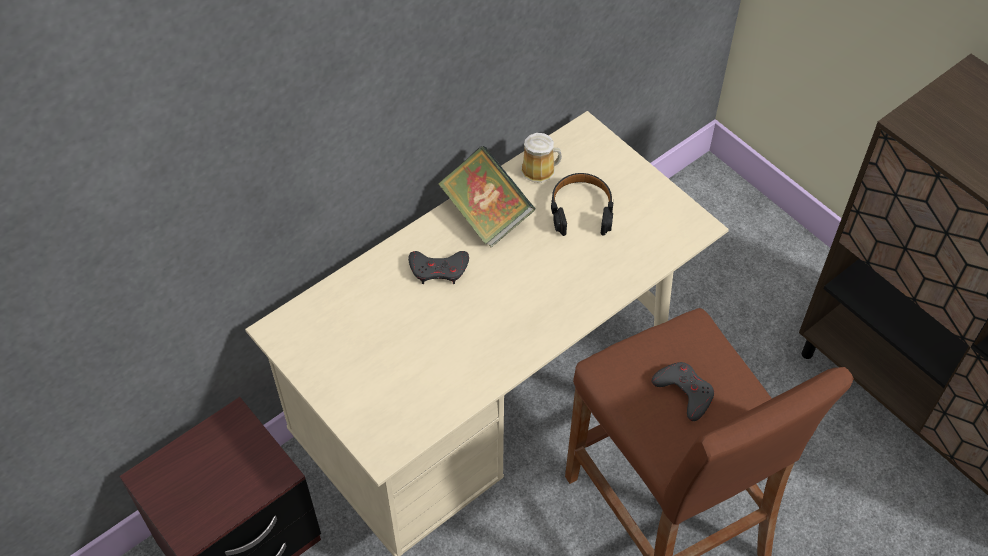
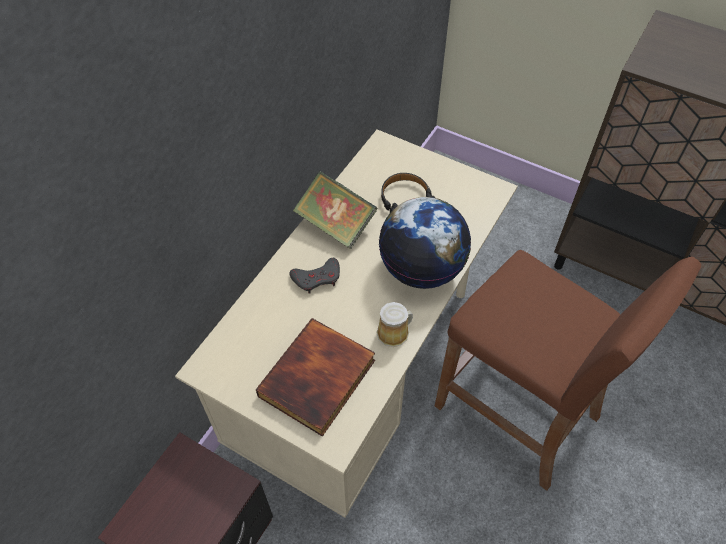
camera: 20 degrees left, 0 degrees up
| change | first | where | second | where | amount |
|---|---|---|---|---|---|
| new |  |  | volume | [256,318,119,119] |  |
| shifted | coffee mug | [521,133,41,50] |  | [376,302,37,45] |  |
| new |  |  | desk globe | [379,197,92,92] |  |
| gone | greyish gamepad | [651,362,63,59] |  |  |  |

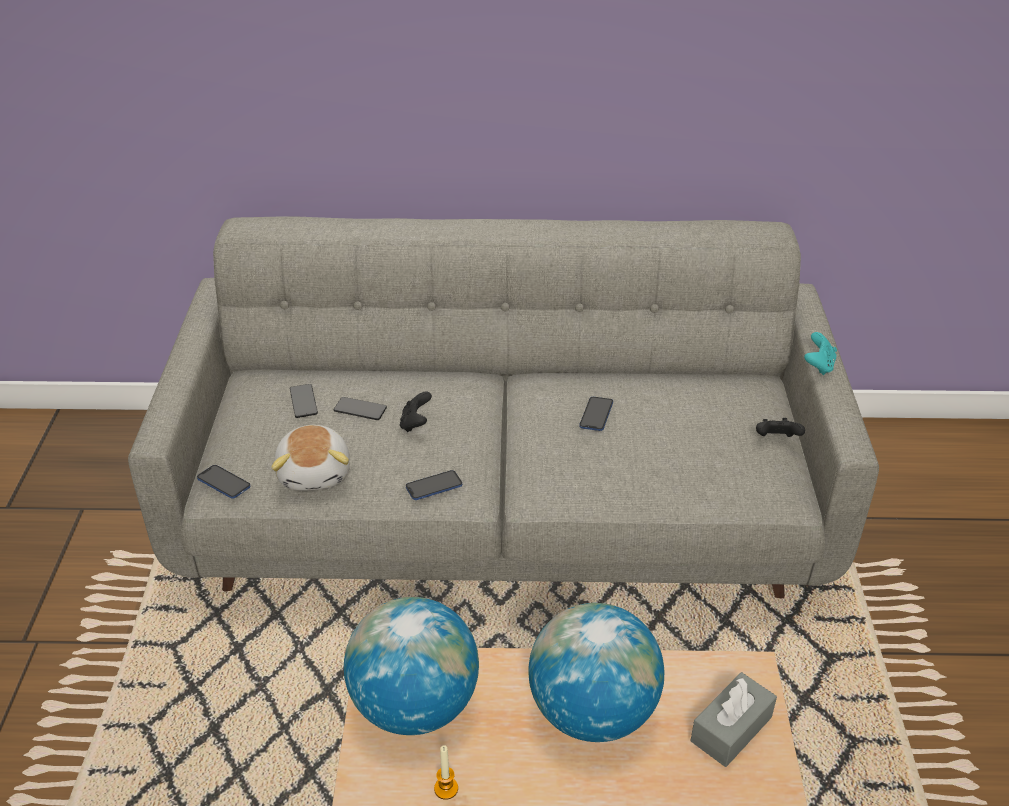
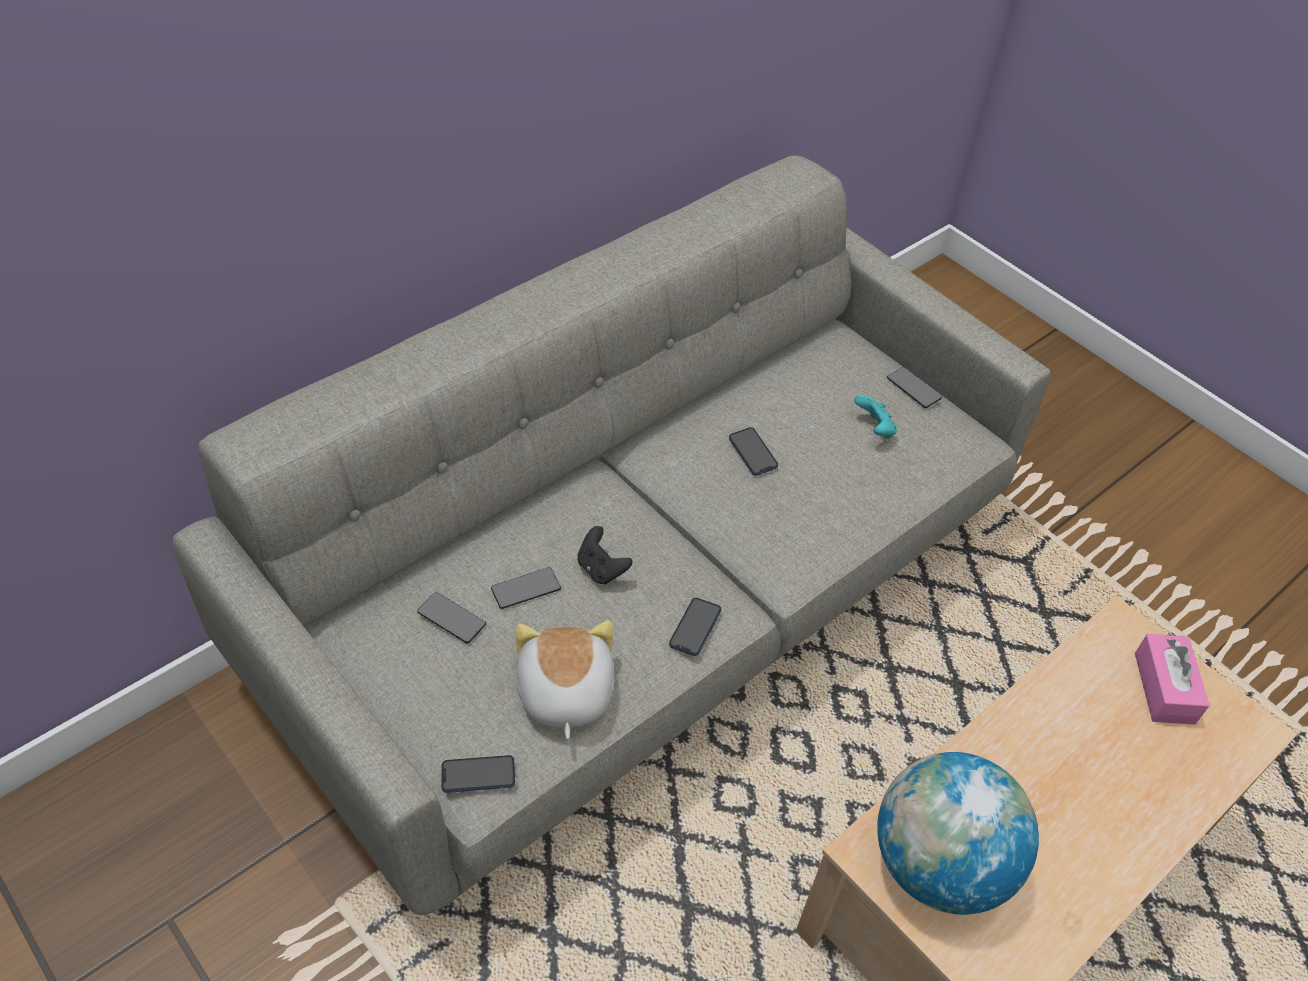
camera: 45 degrees left, 10 degrees up
| change | first | where | second | where | amount |
|---|---|---|---|---|---|
| rotated | cuddly toy | [271,425,79,66] |  | [516,621,99,118] | 135 degrees counterclockwise |
| shifted | turquoise gamepad | [804,332,33,43] |  | [854,395,43,43] |  |
| swapped | blackish gamepad | [756,418,49,19] | telephone | [887,367,55,41] |  |
| repainted | greyish tissue holder | [690,672,87,95] | pink tissue holder | [1135,634,75,91] |  |
| gone | wax candle | [434,745,24,55] |  |  |  |
| gone | desk globe | [528,603,136,139] |  |  |  |

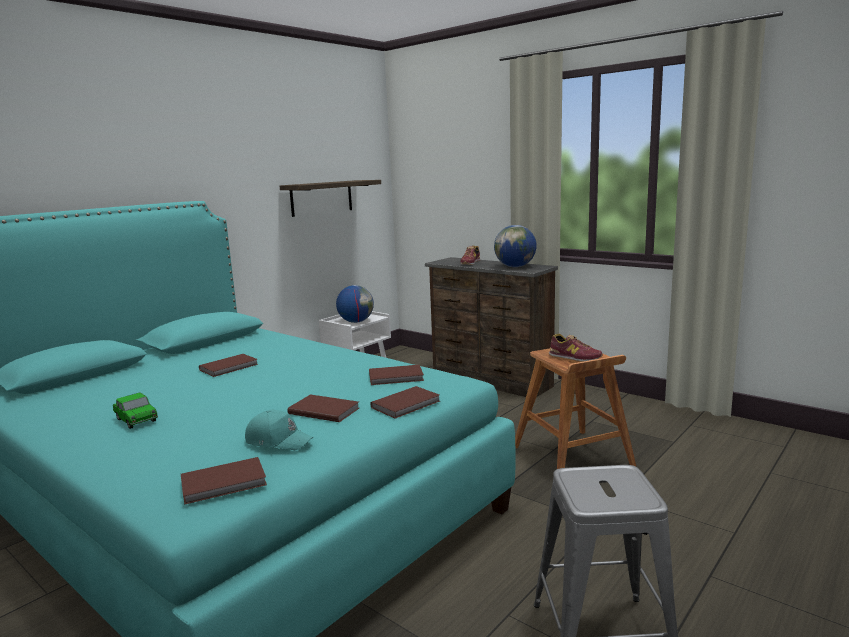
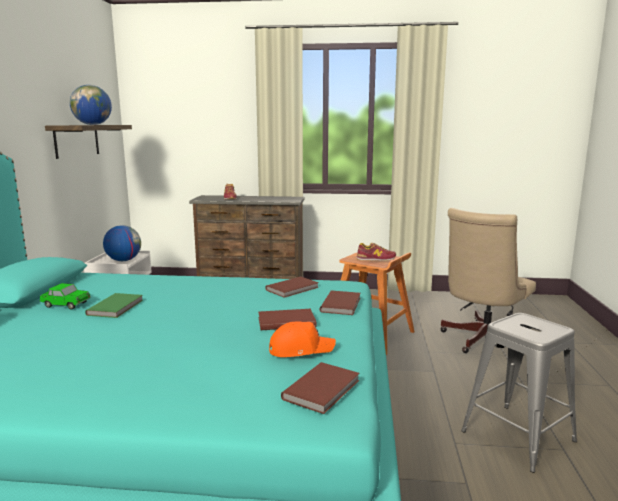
camera: 35 degrees left, 0 degrees up
| change | first | where | second | where | amount |
|---|---|---|---|---|---|
| shifted | miniature car | [113,392,45,37] |  | [40,283,51,27] |  |
| shifted | desk globe | [494,225,43,42] |  | [70,85,42,40] |  |
| repainted | brown-coloured volume | [199,354,59,23] | greenish volume | [85,293,58,25] |  |
| repainted | turquoise peaked cap | [245,410,68,40] | orange-coloured peaked cap | [269,321,67,36] |  |
| new |  |  | beige office chair | [440,208,96,145] |  |

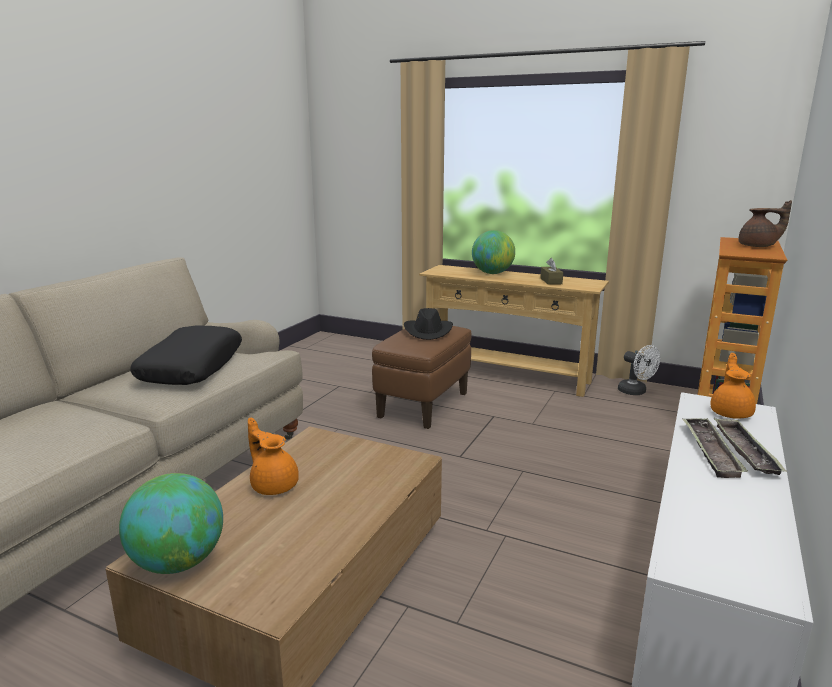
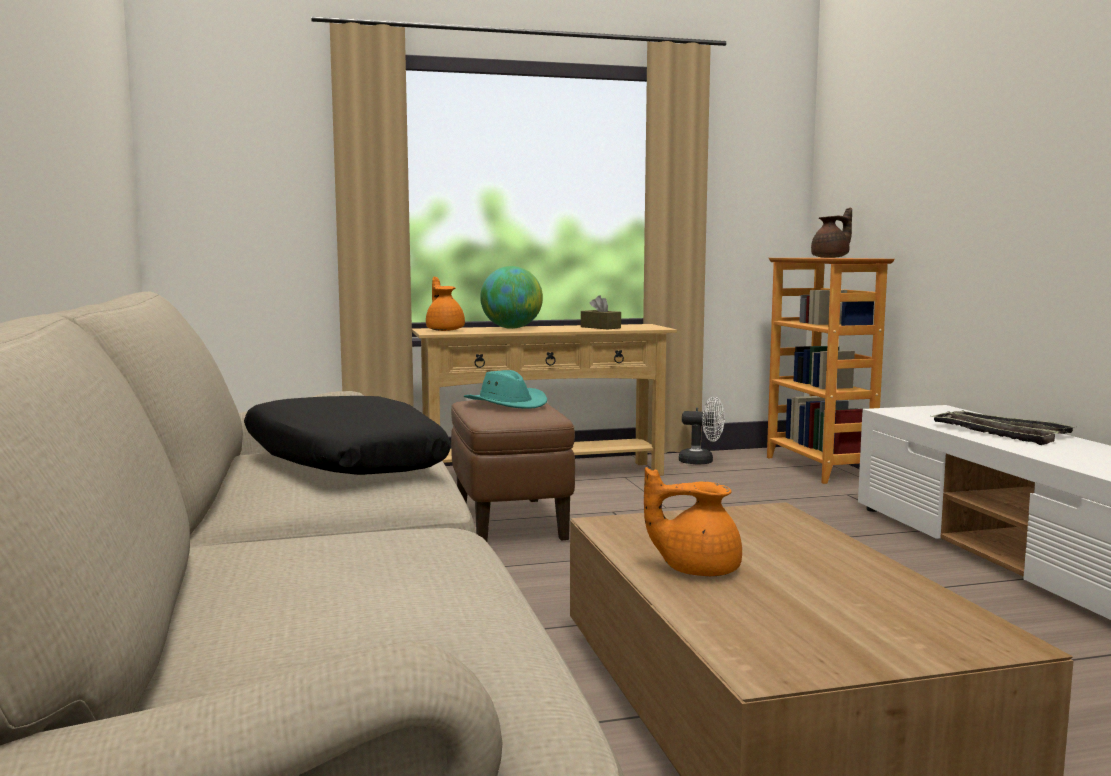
camera: 40 degrees left, 10 degrees down
| change | first | where | second | where | amount |
|---|---|---|---|---|---|
| shifted | orange-coloured pot for tea | [711,353,45,66] |  | [426,276,39,55] |  |
| repainted | blackish wearable hat | [404,308,49,32] | turquoise wearable hat | [464,370,83,39] |  |
| gone | desk globe | [119,473,104,101] |  |  |  |

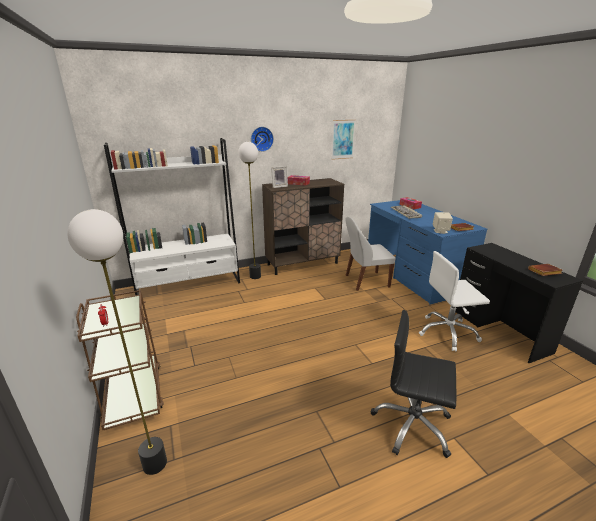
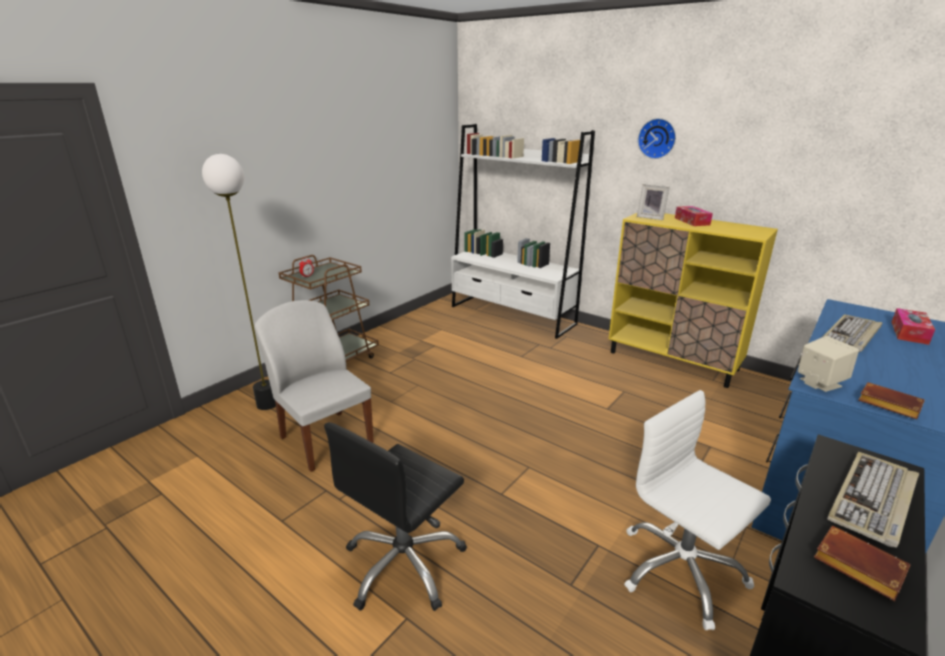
camera: 60 degrees right, 0 degrees up
| change | first | where | second | where | amount |
|---|---|---|---|---|---|
| shifted | white upright chair | [345,217,50,74] |  | [254,300,120,172] |  |
| rotated | blackish office chair | [370,310,86,148] |  | [324,422,143,189] | 135 degrees counterclockwise |
| repainted | brown-coloured storage cabinet | [262,178,82,97] | yellow storage cabinet | [609,213,169,175] |  |
| new |  |  | PC keyboard | [827,452,92,95] |  |
| gone | floor lamp | [238,142,23,137] |  |  |  |
| gone | wall picture | [332,120,23,40] |  |  |  |

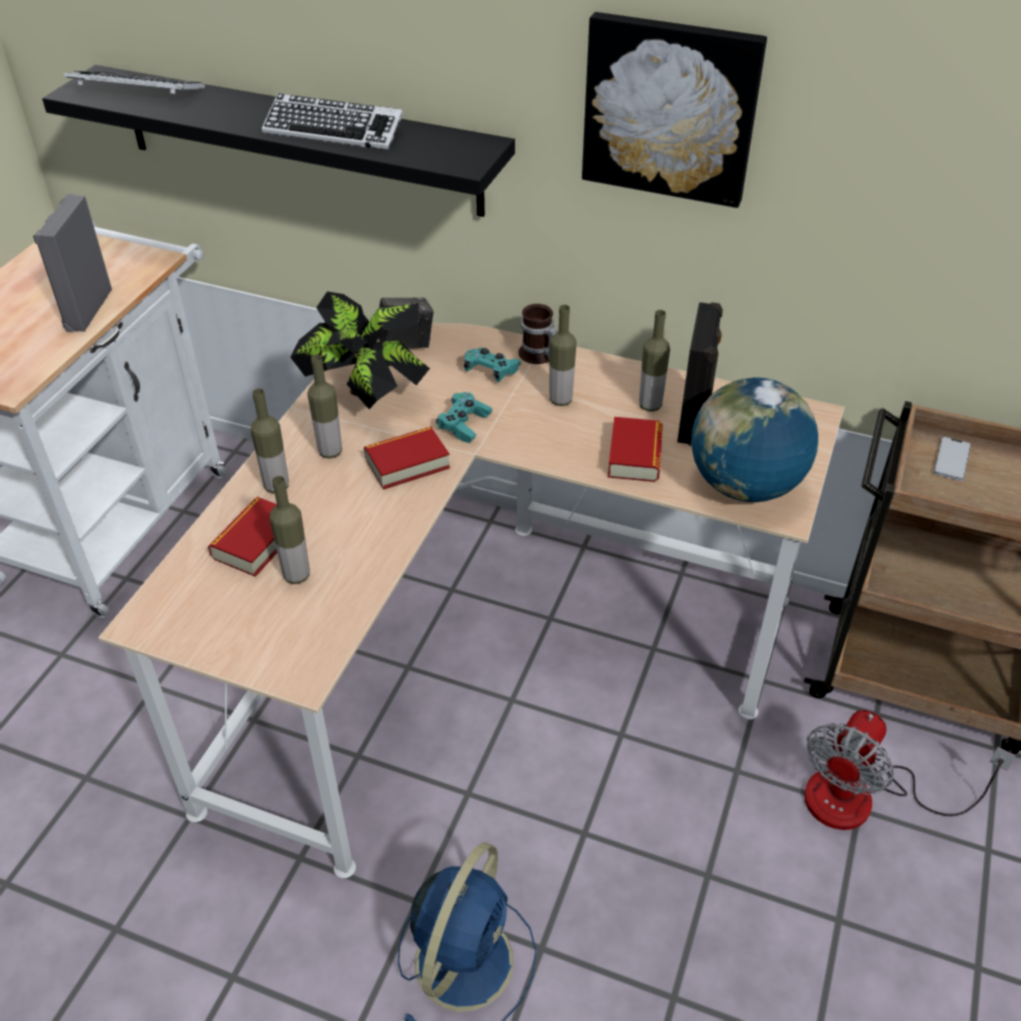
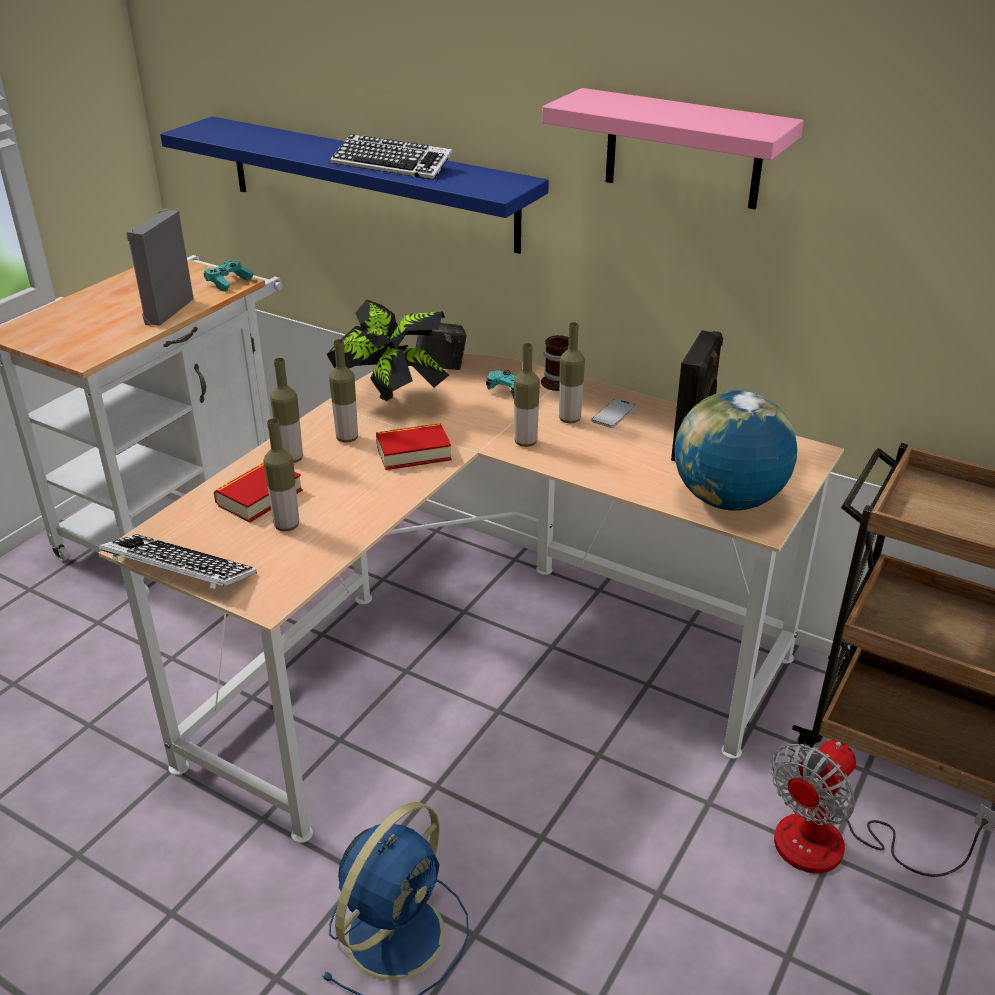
camera: 10 degrees right, 10 degrees down
| change | first | where | second | where | amount |
|---|---|---|---|---|---|
| shifted | PC keyboard | [64,71,141,23] |  | [99,534,158,55] |  |
| repainted | blackish shelf | [42,65,473,152] | bluish shelf | [160,116,389,138] |  |
| shifted | turquoise gamepad | [436,392,56,51] |  | [204,260,49,32] |  |
| shifted | drink bottle | [639,310,31,101] |  | [514,343,26,104] |  |
| swapped | wall picture | [582,12,185,196] | pink shelf | [542,88,262,121] |  |
| shifted | telephone | [934,437,37,44] |  | [591,399,45,29] |  |
| gone | volume | [608,417,55,65] |  |  |  |

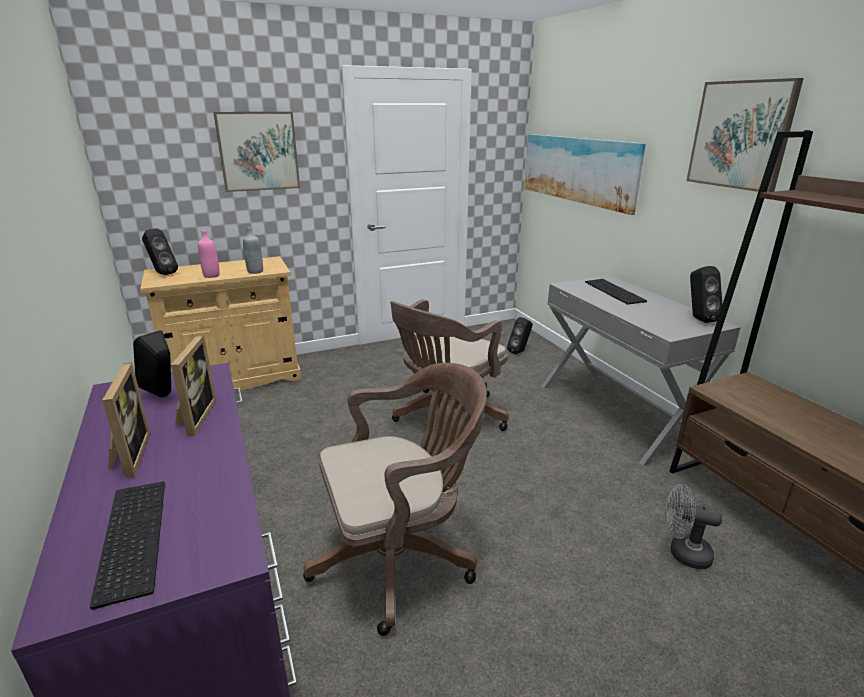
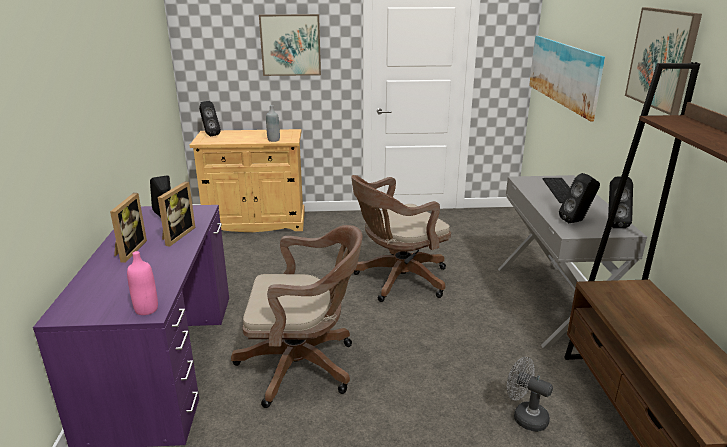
camera: 20 degrees right, 0 degrees up
| change | first | where | second | where | amount |
|---|---|---|---|---|---|
| shifted | pink drink bottle | [198,230,22,48] |  | [127,251,31,64] |  |
| shifted | blackish loudspeaker | [507,317,26,38] |  | [559,173,41,50] |  |
| gone | PC keyboard | [90,481,75,129] |  |  |  |

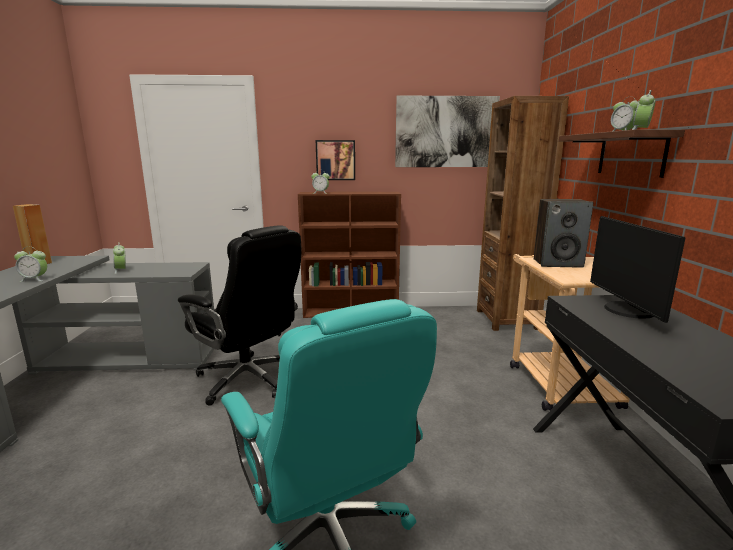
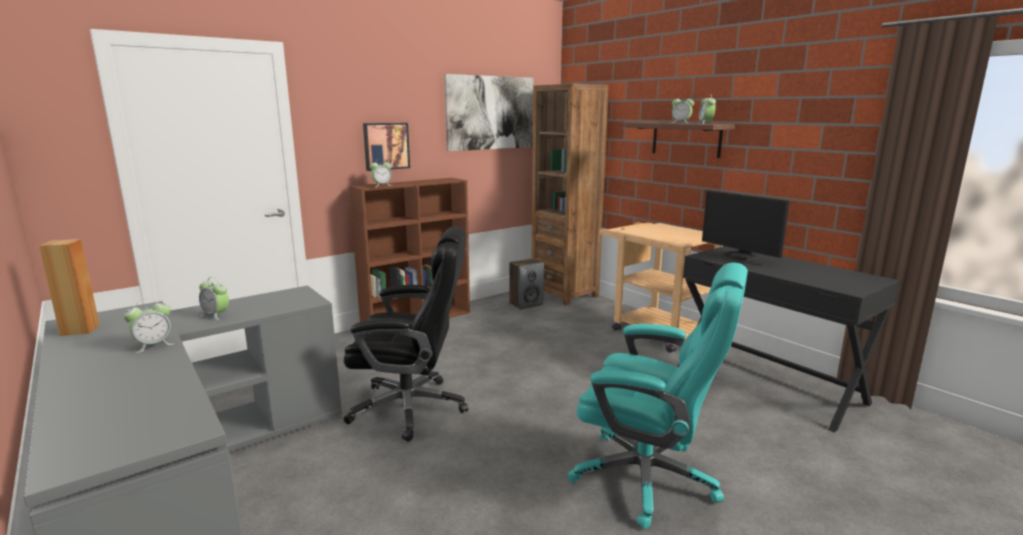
camera: 35 degrees left, 0 degrees up
| change | first | where | second | where | amount |
|---|---|---|---|---|---|
| shifted | loudspeaker | [534,199,59,69] |  | [509,258,35,52] |  |

